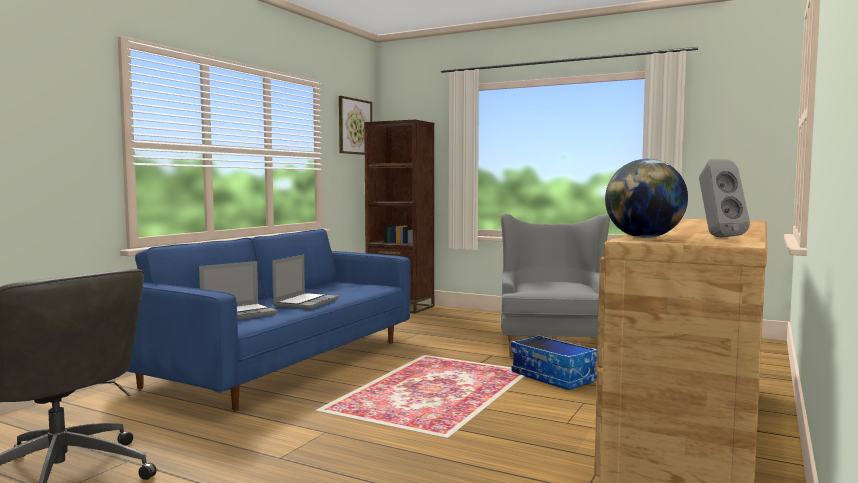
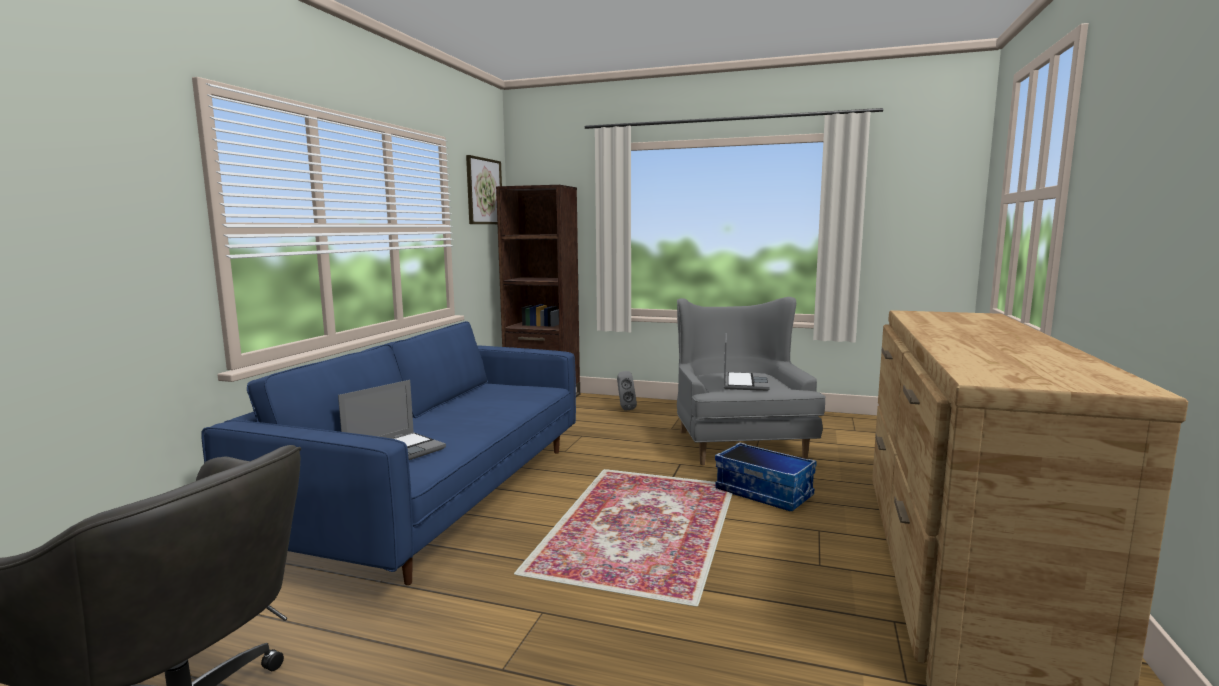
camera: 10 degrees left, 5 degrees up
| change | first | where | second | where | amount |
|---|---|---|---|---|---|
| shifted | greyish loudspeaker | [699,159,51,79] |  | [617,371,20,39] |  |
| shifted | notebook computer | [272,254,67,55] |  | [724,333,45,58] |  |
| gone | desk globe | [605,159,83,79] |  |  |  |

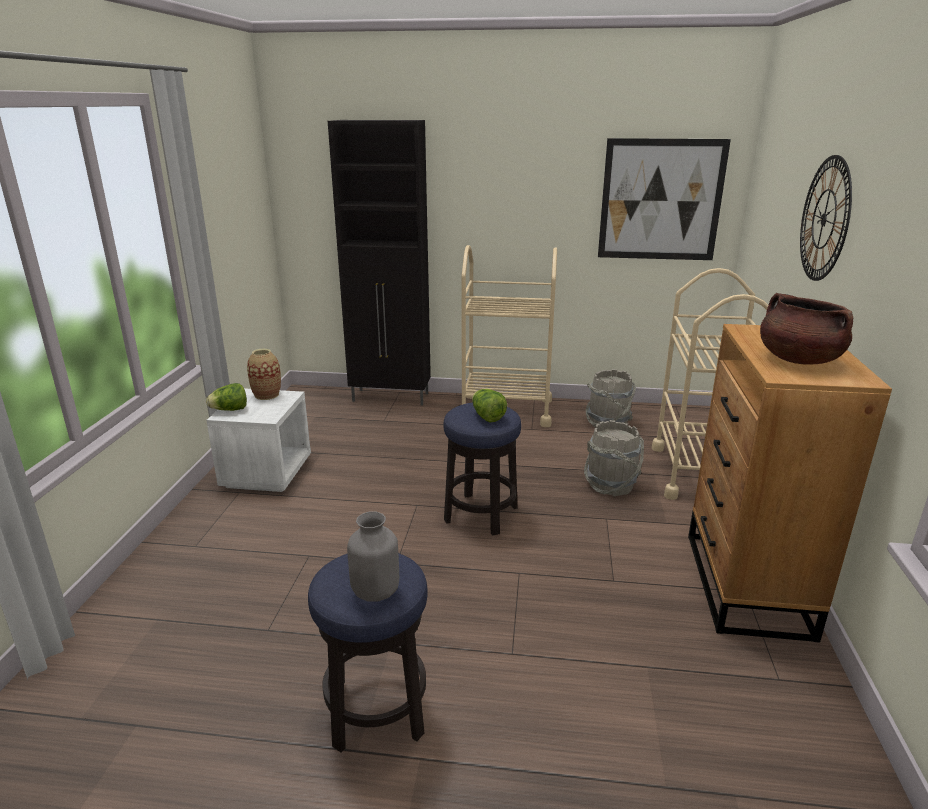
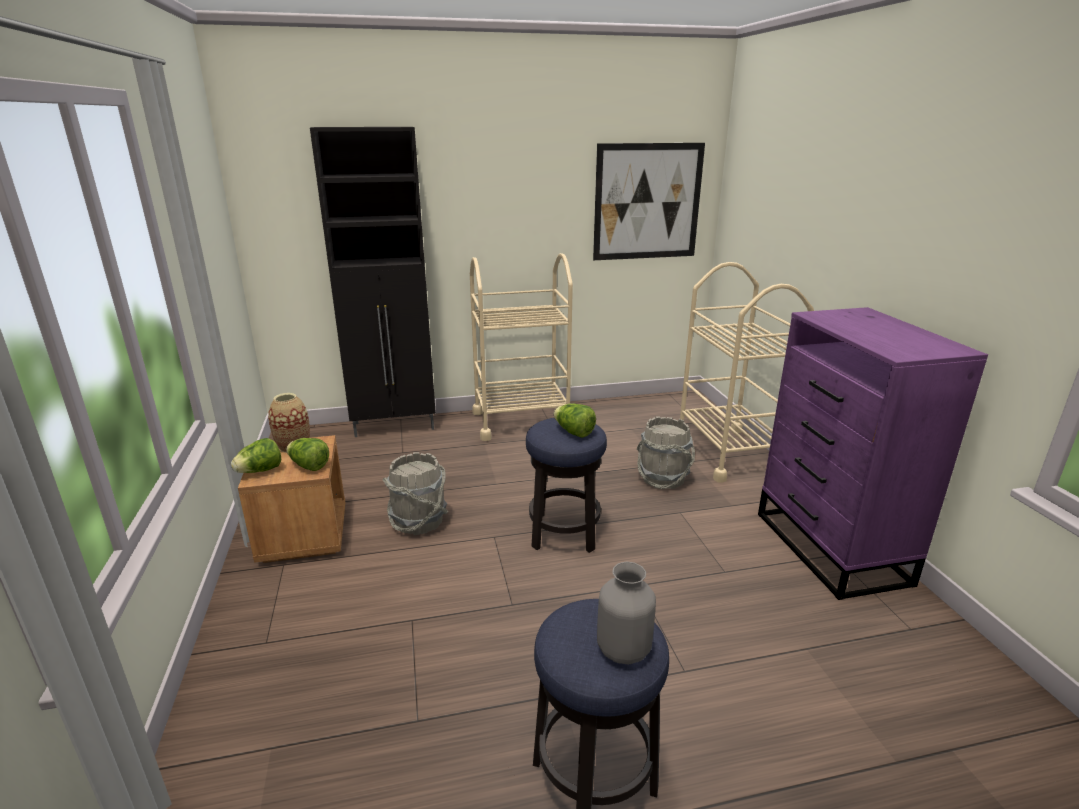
camera: 20 degrees left, 0 degrees up
| change | first | where | second | where | amount |
|---|---|---|---|---|---|
| repainted | white nightstand | [206,388,105,104] | brown-coloured nightstand | [238,435,107,128] |  |
| new |  |  | head of lettuce | [286,438,43,33] |  |
| shifted | greyish bucket | [586,369,50,58] |  | [383,452,65,83] |  |
| repainted | brown-coloured drawer chest | [688,324,204,319] | purple drawer chest | [758,307,230,293] |  |
| gone | brown-coloured stockpot | [760,293,93,72] |  |  |  |
| gone | hanging clock | [800,155,52,126] |  |  |  |

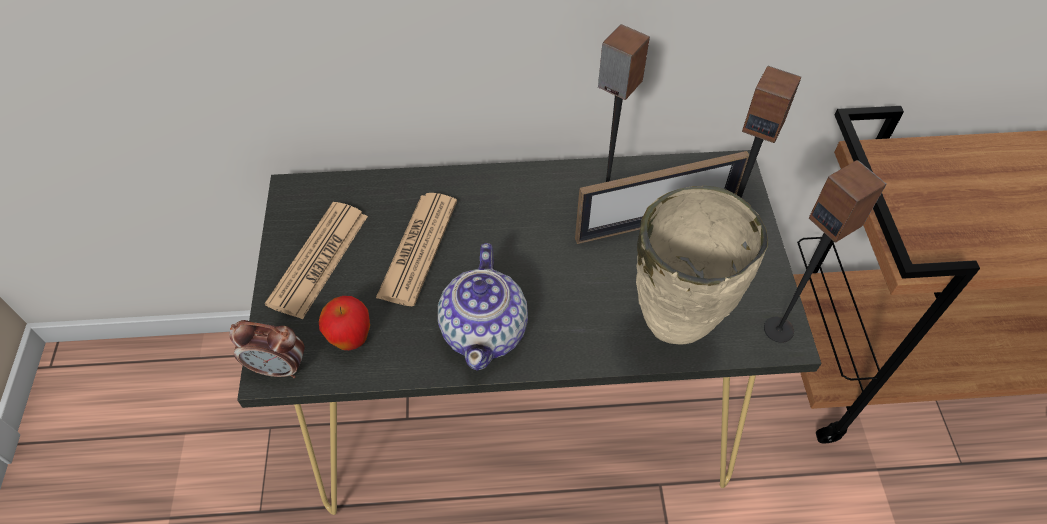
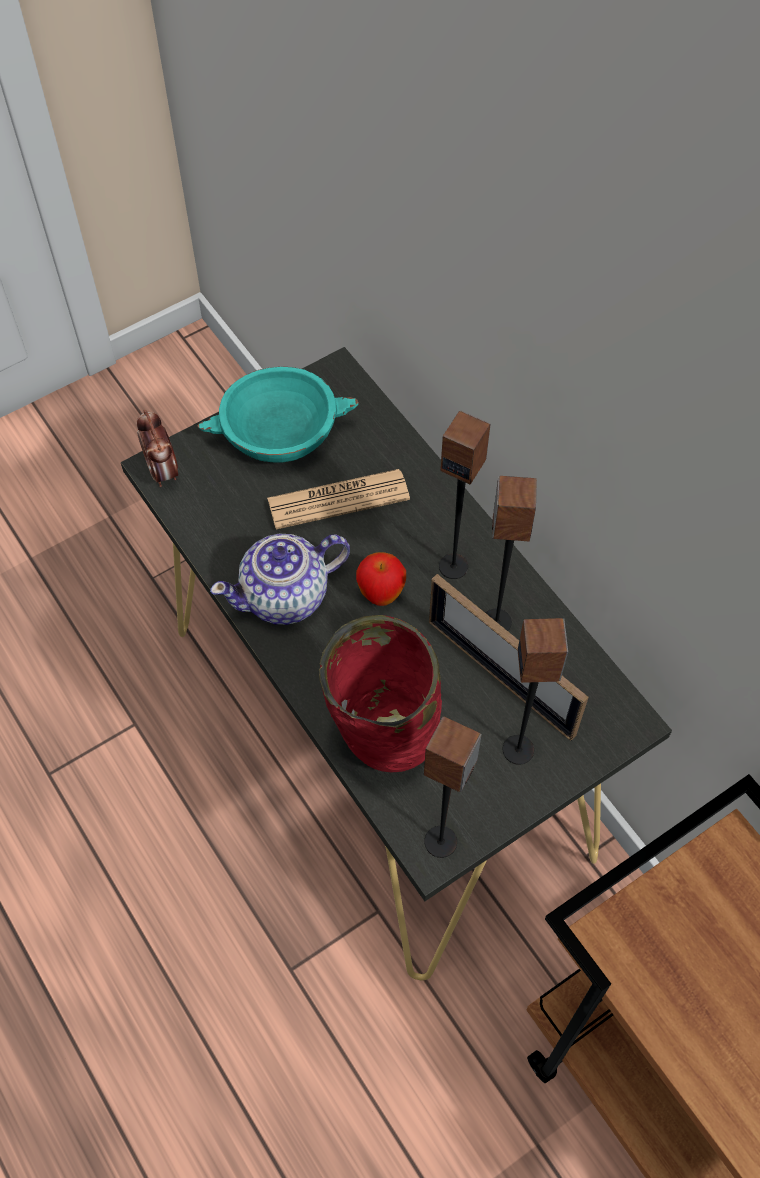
camera: 60 degrees right, 5 degrees up
| change | first | where | second | where | amount |
|---|---|---|---|---|---|
| swapped | printed paper | [265,202,103,118] | turquoise bowl | [197,367,162,96] |  |
| repainted | beige vase | [636,186,132,159] | red vase | [319,615,123,158] |  |
| shifted | apple | [319,296,51,54] |  | [356,552,50,54] |  |
| new |  |  | loudspeaker | [439,410,52,169] |  |

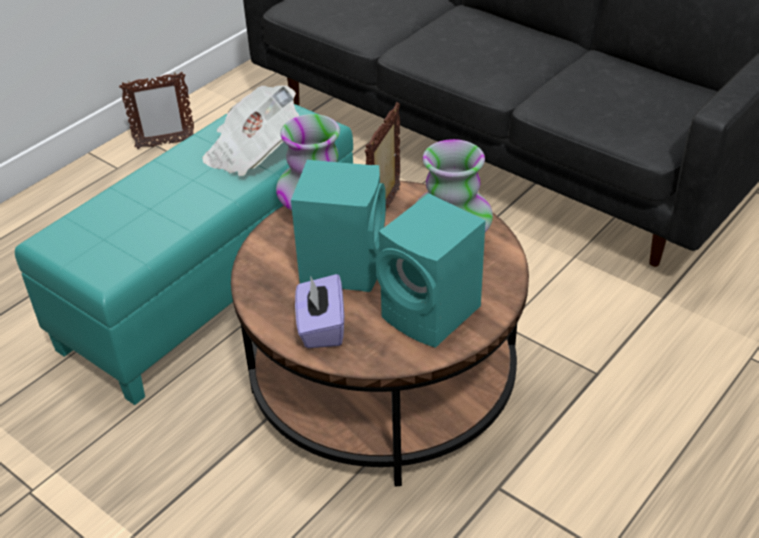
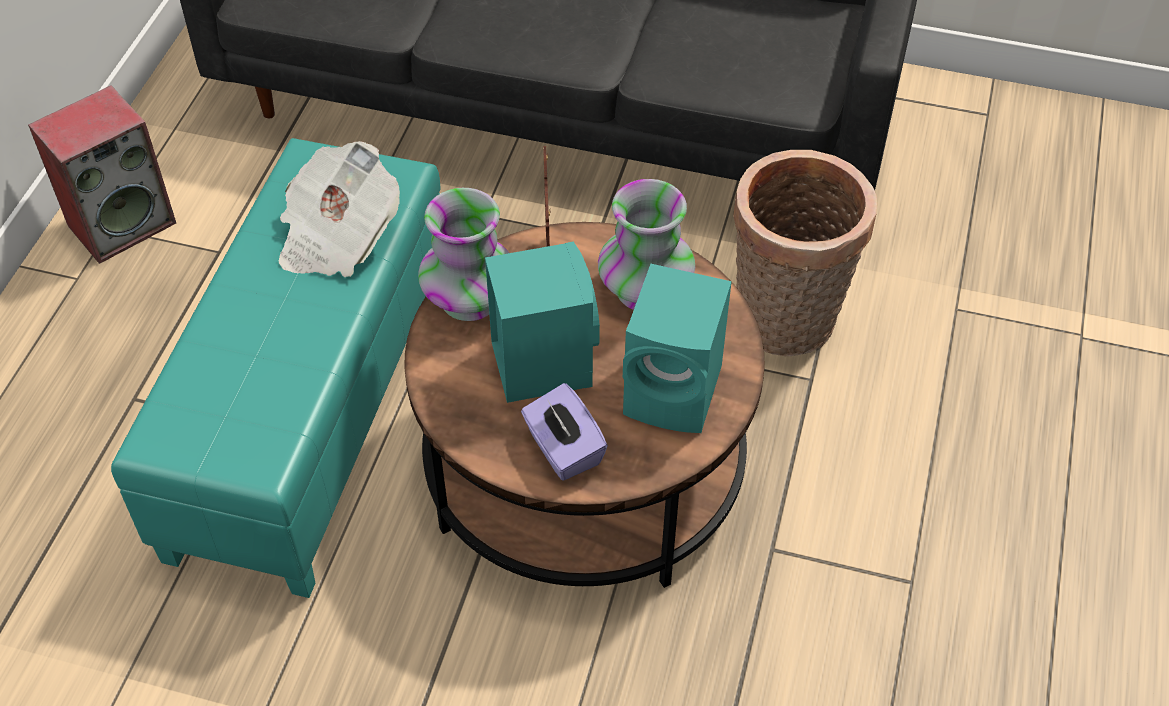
camera: 25 degrees left, 10 degrees up
| change | first | where | second | where | amount |
|---|---|---|---|---|---|
| swapped | picture frame | [119,72,75,77] | loudspeaker | [28,85,148,179] |  |
| new |  |  | basket | [733,150,144,206] |  |

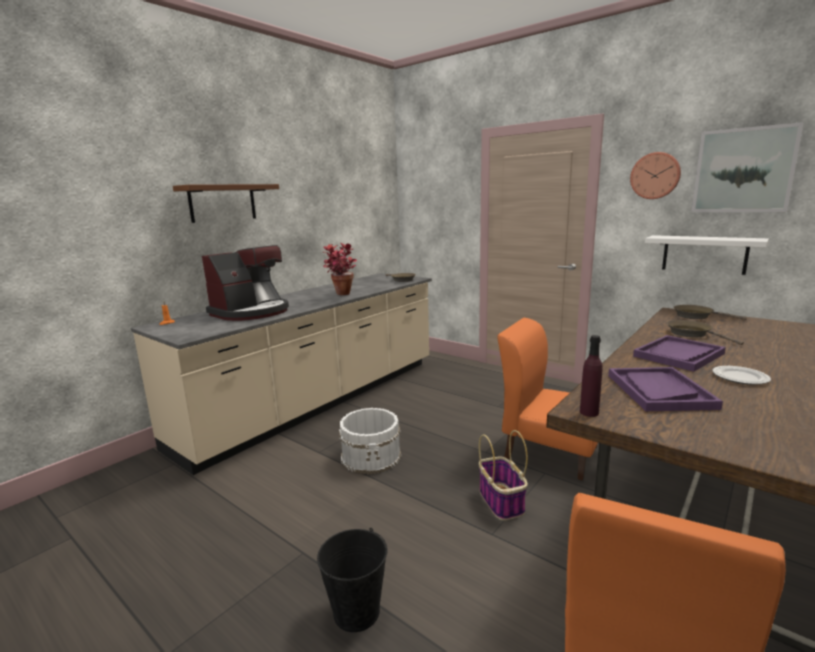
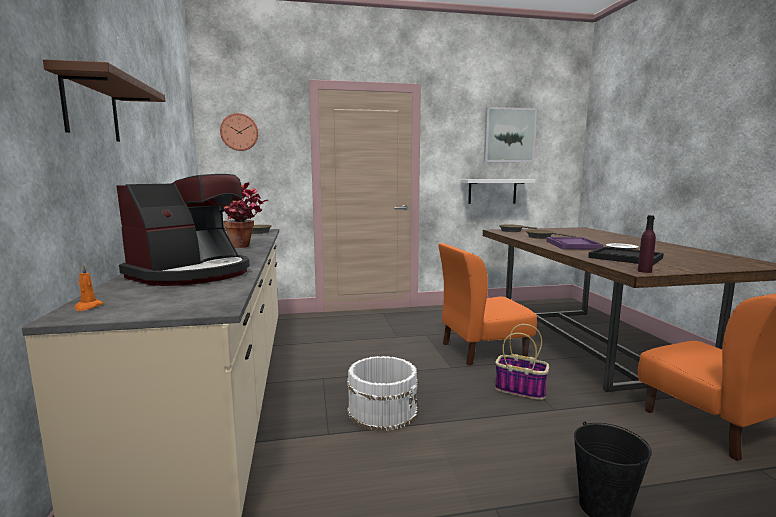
camera: 50 degrees left, 5 degrees down
| change | first | where | second | where | amount |
|---|---|---|---|---|---|
| rotated | coffee brewer | [202,245,87,76] |  | [117,174,133,112] | 45 degrees clockwise |
| shifted | hanging clock | [630,152,51,47] |  | [220,113,38,38] |  |
| repainted | purple tray | [608,367,115,44] | blackish tray | [588,247,76,18] |  |

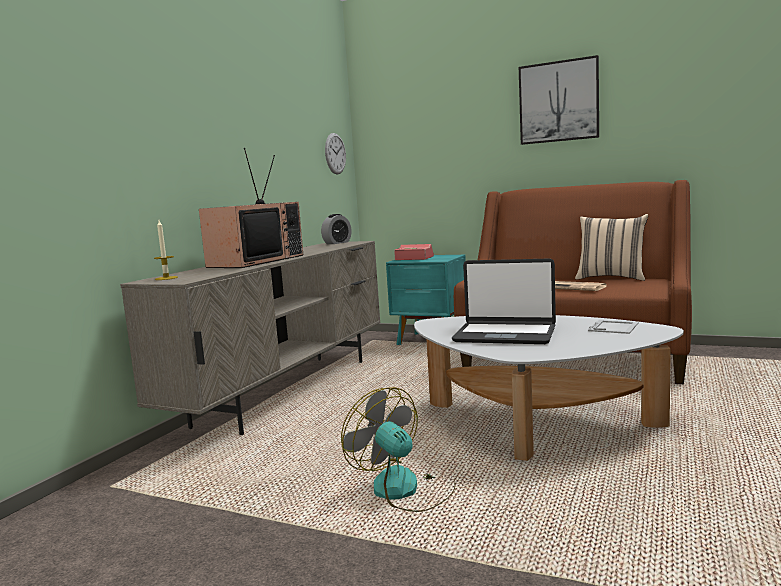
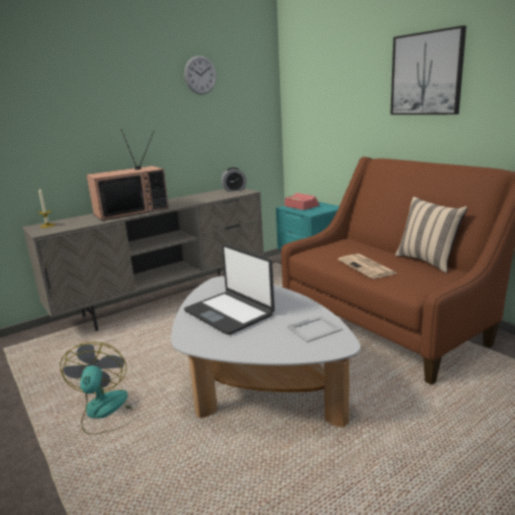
camera: 30 degrees right, 10 degrees up
| change | first | where | second | where | amount |
|---|---|---|---|---|---|
| shifted | hanging clock | [325,133,21,42] |  | [184,55,32,40] |  |

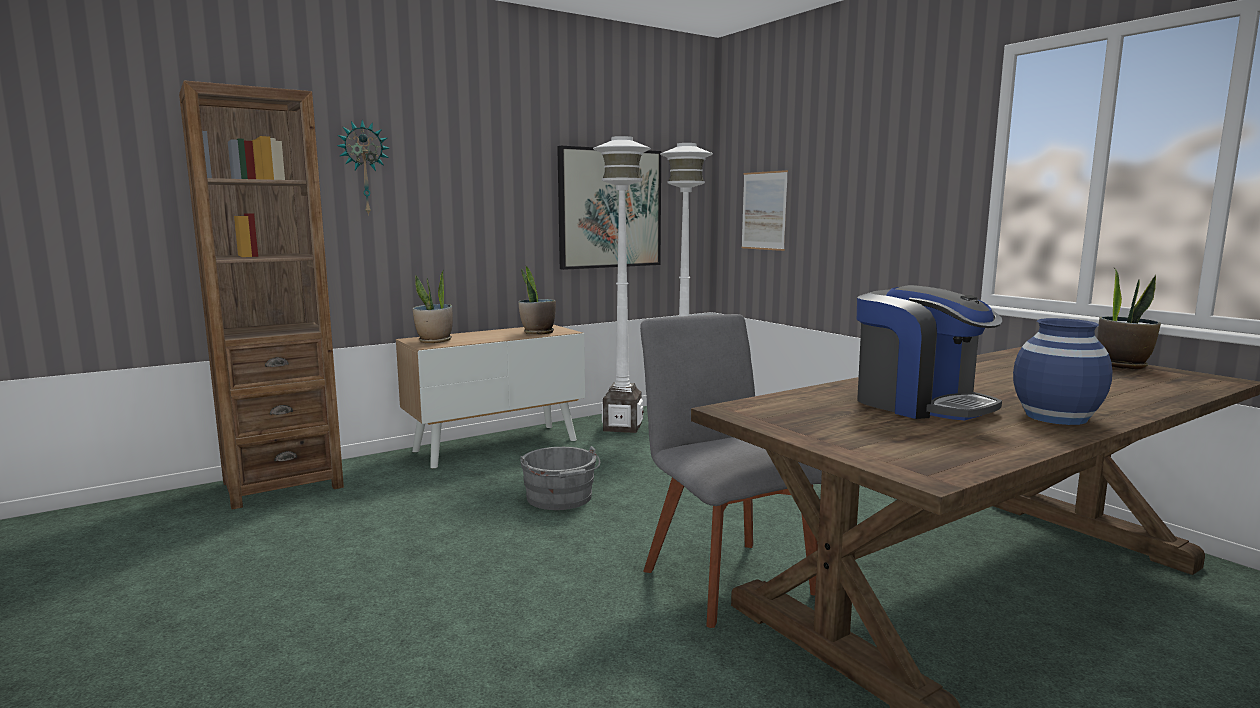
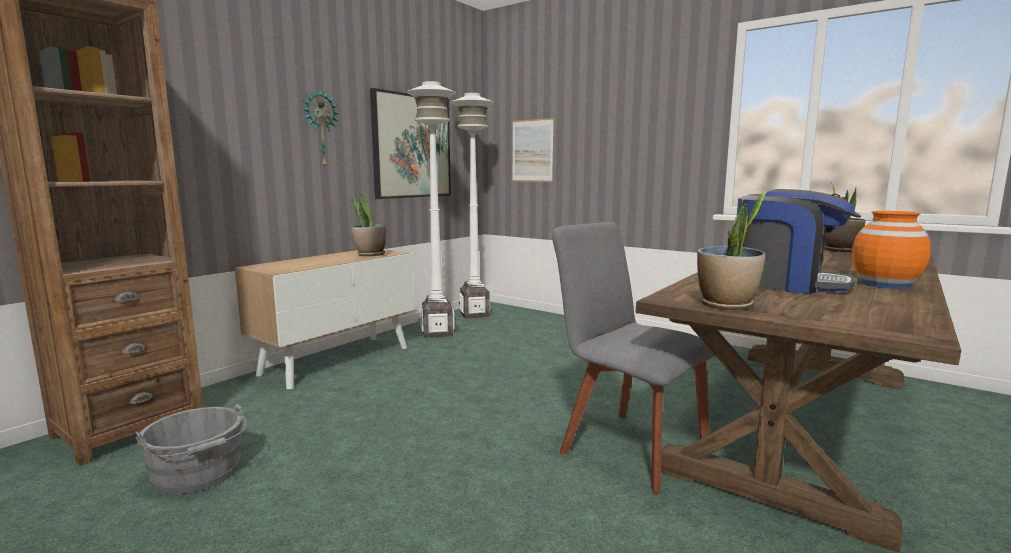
camera: 20 degrees left, 0 degrees up
| change | first | where | second | where | amount |
|---|---|---|---|---|---|
| shifted | greyish bucket | [520,446,80,64] |  | [136,404,111,90] |  |
| shifted | hanging clock | [336,120,53,96] |  | [302,89,37,78] |  |
| shifted | potted plant | [412,270,41,73] |  | [697,190,71,120] |  |
| repainted | bluish vase | [1013,318,100,107] | orange-coloured vase | [852,211,79,78] |  |

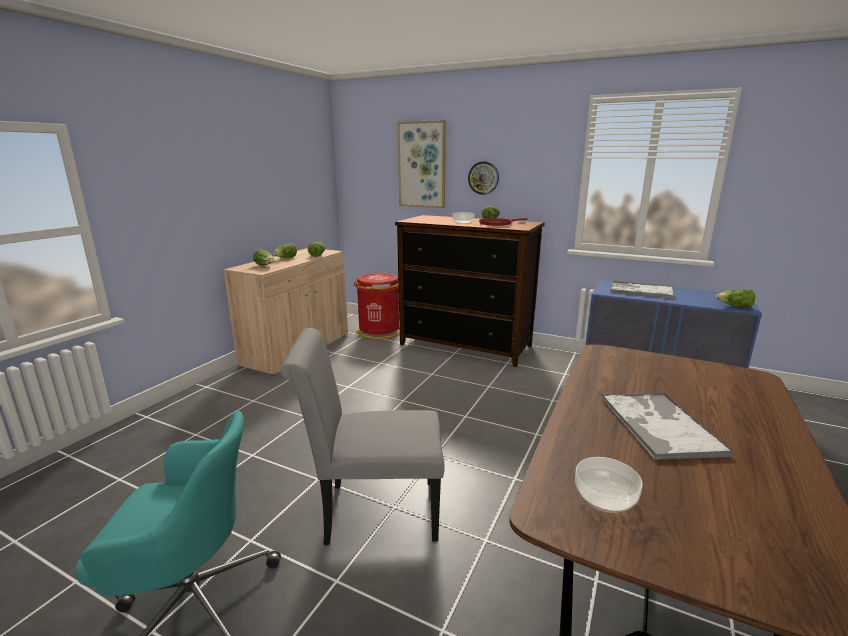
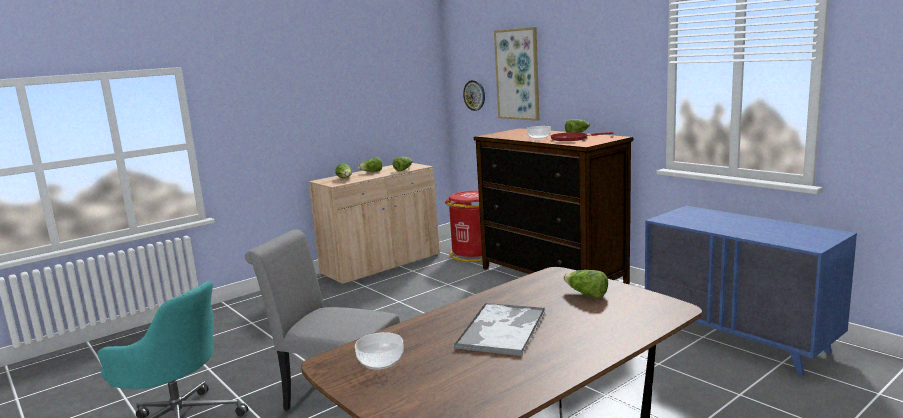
camera: 25 degrees right, 5 degrees down
| change | first | where | second | where | amount |
|---|---|---|---|---|---|
| shifted | hanging clock | [468,161,31,34] |  | [463,80,22,31] |  |
| shifted | head of lettuce | [716,289,39,19] |  | [564,270,44,28] |  |
| gone | tray | [610,281,65,18] |  |  |  |

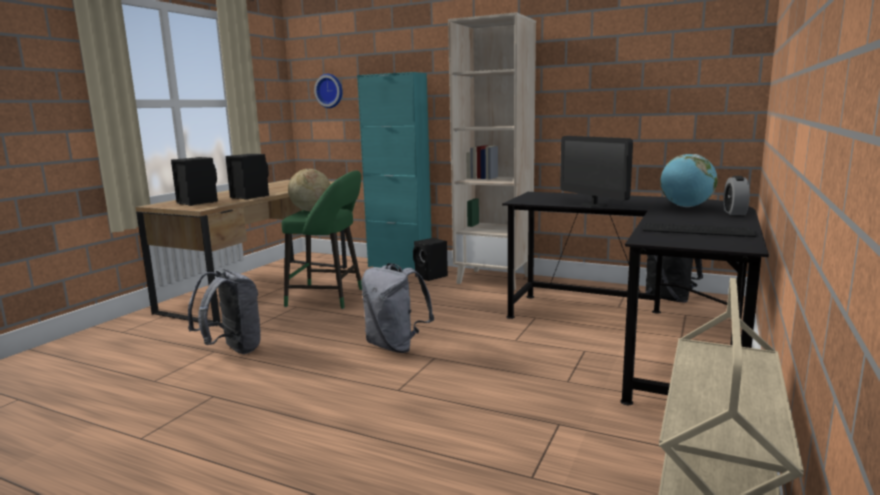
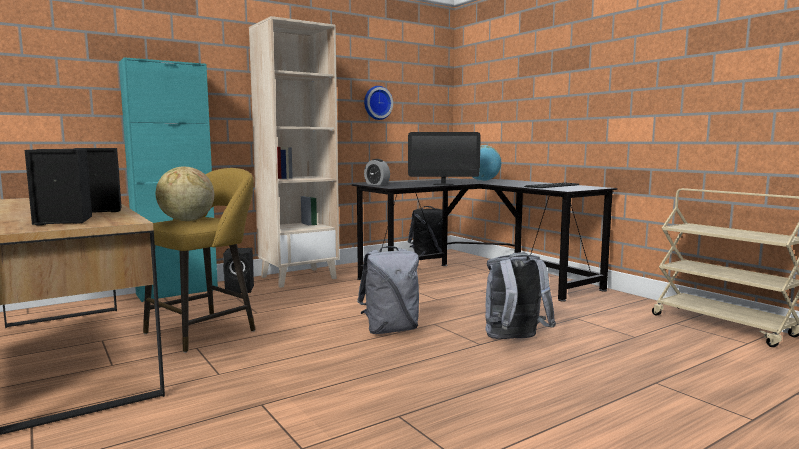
camera: 60 degrees left, 5 degrees down
| change | first | where | second | where | amount |
|---|---|---|---|---|---|
| repainted | greenish stool seat | [282,170,80,139] | yellow stool seat | [143,168,112,185] |  |
| shifted | hanging clock | [314,74,29,34] |  | [364,86,29,34] |  |
| shifted | table clock | [723,176,27,39] |  | [364,159,26,26] |  |
| shifted | greyish backpack | [188,268,73,86] |  | [485,252,71,87] |  |

